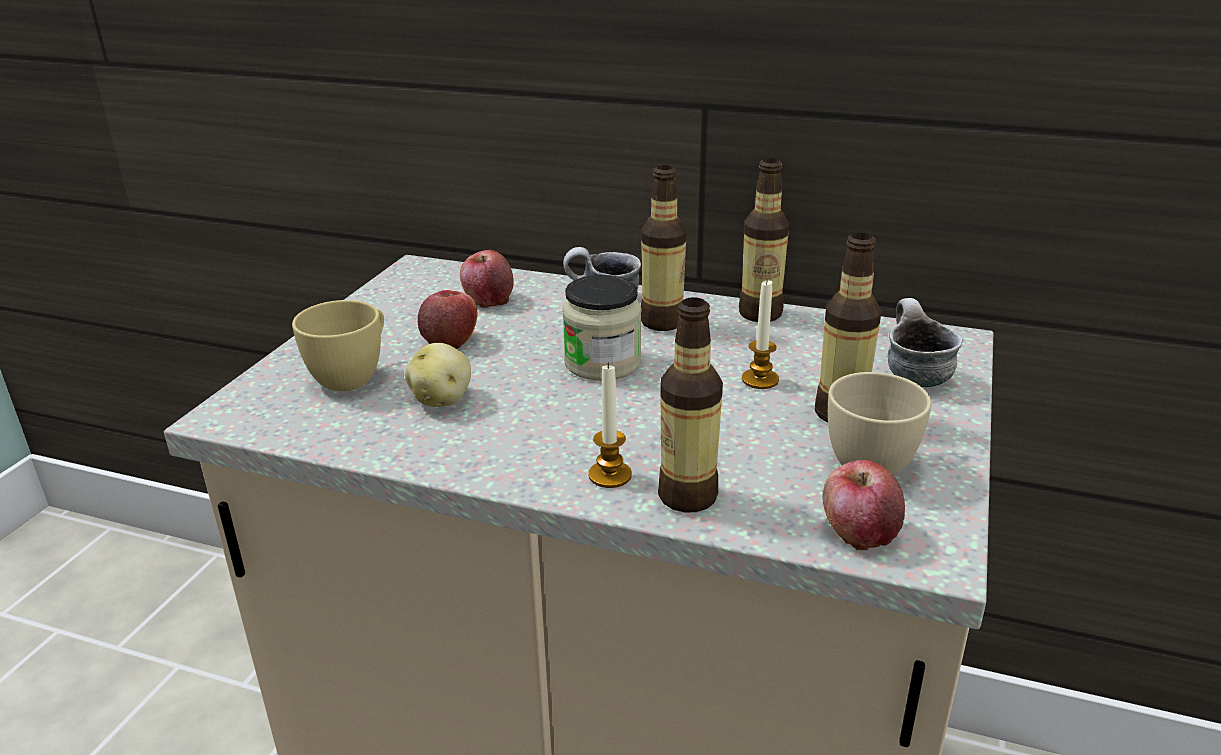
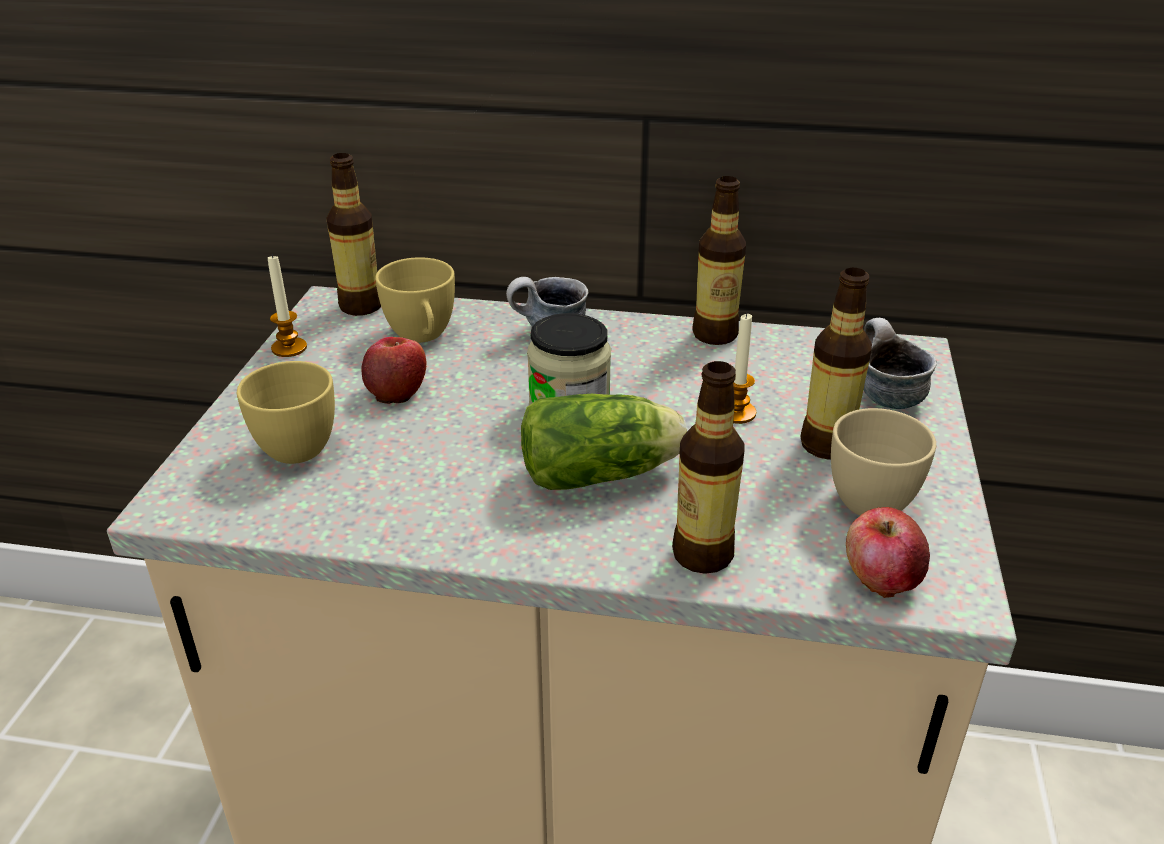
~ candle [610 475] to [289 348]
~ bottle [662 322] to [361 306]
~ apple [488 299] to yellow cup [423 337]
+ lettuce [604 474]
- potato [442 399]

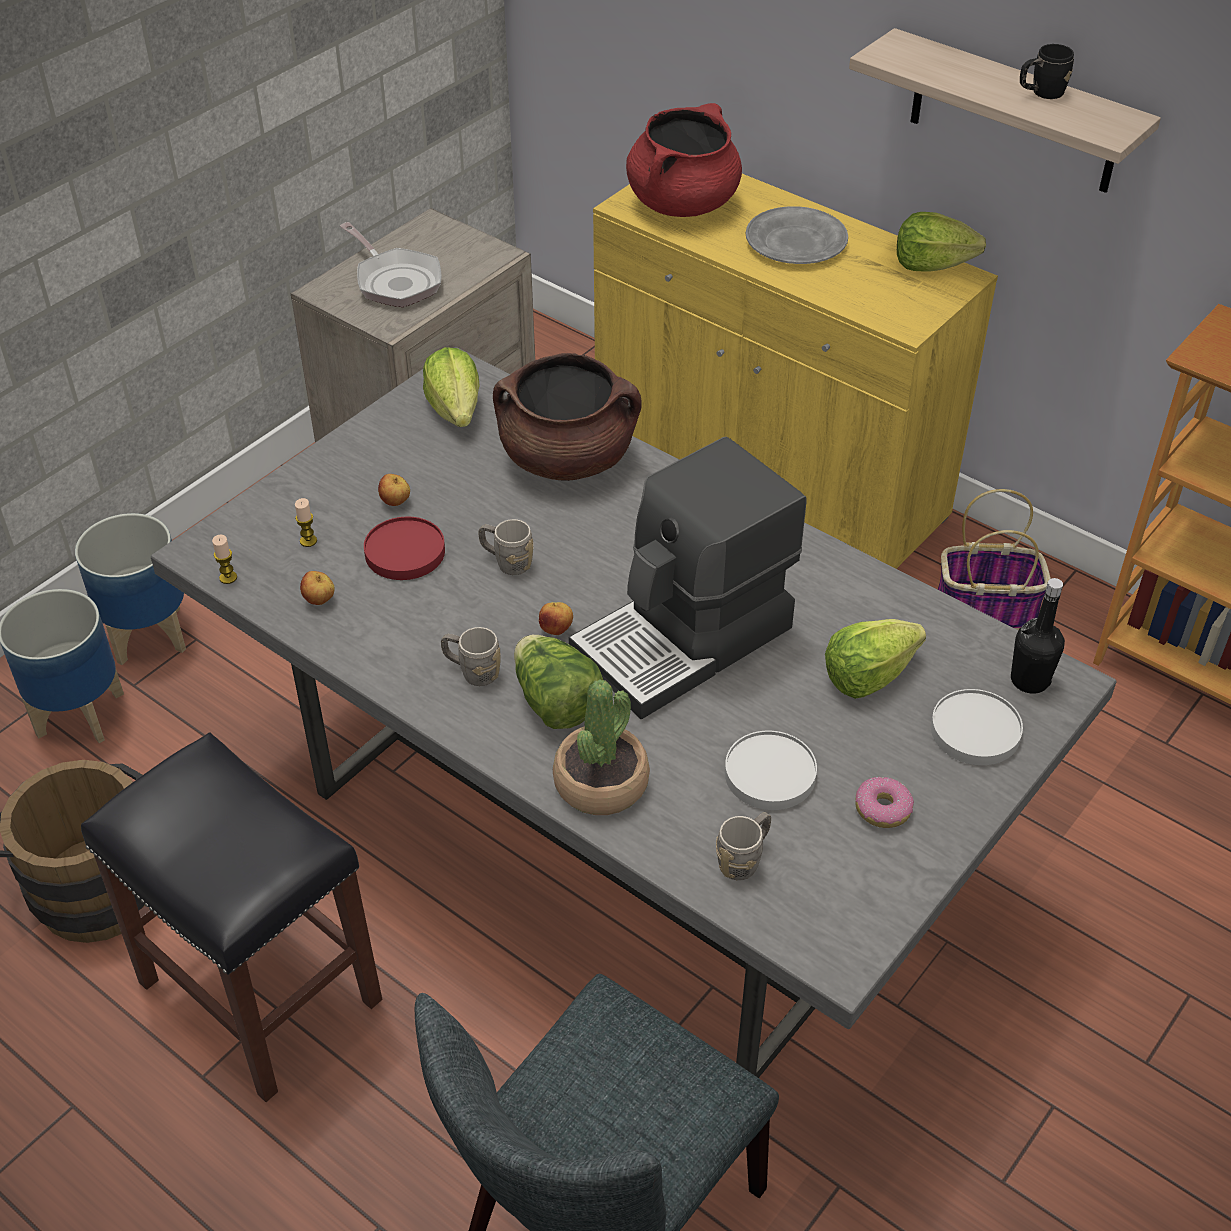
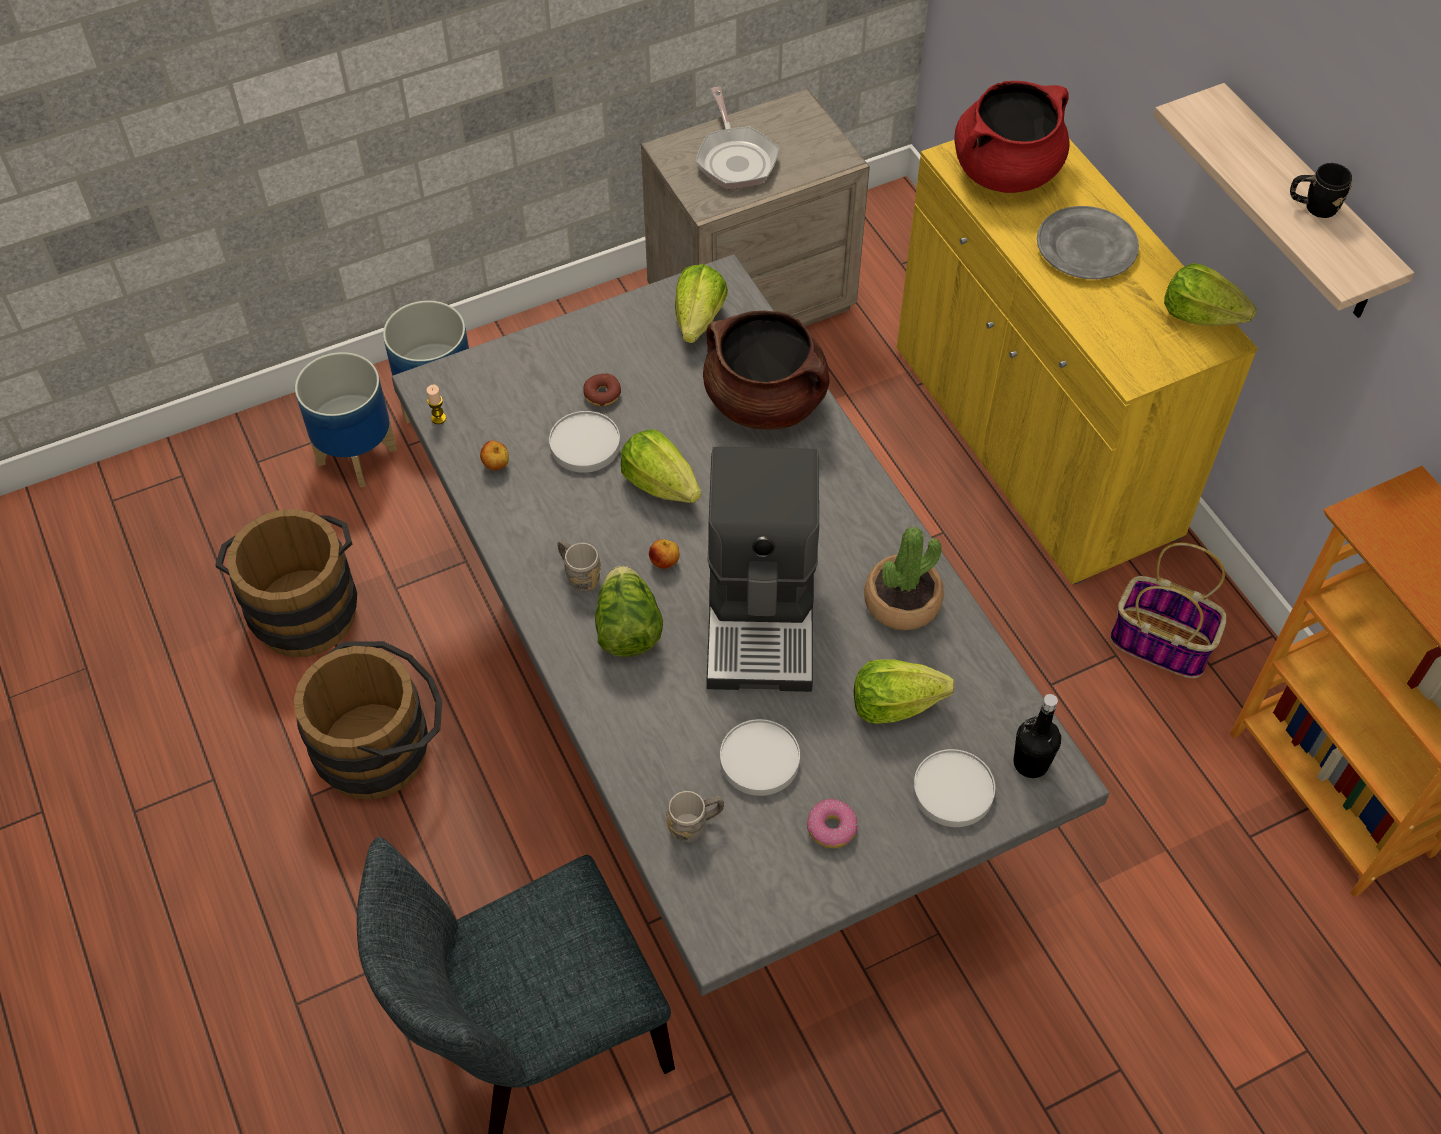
~ black stool [263 992] to brown bucket [384 747]
~ red plate [405 553] to white plate [584 445]
~ apple [395 502] to donut [602 394]
~ grey mug [507 562] to lettuce [660 484]
~ coffee machine [686 640] = [763 612] 75 degrees counterclockwise
~ potted plant [601 783] to [902 602]
- candle [308 541]

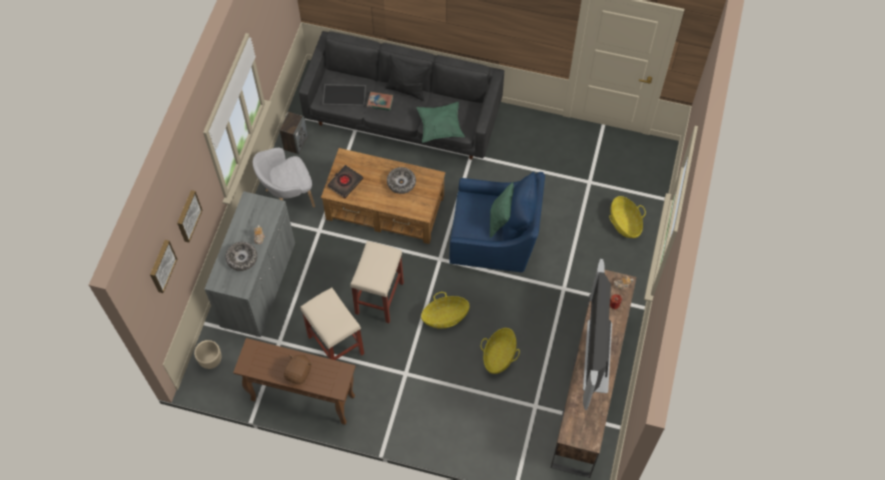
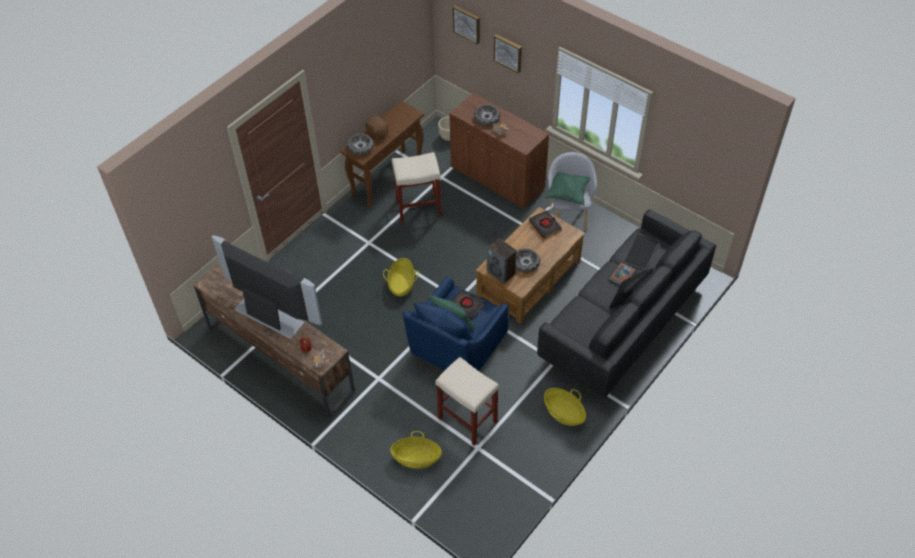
+ bowl [360 147]
~ beige stool [379 297] to [468 420]
~ grey cabinet [258 285] to brown cabinet [497 178]
+ black book [466 305]
~ speaker [295 143] to [501 272]
~ basket [499 355] to [564 413]
~ green pillow [440 127] to [567 193]

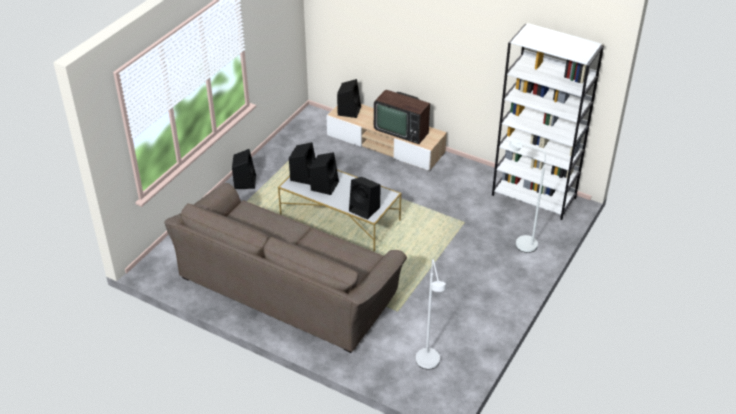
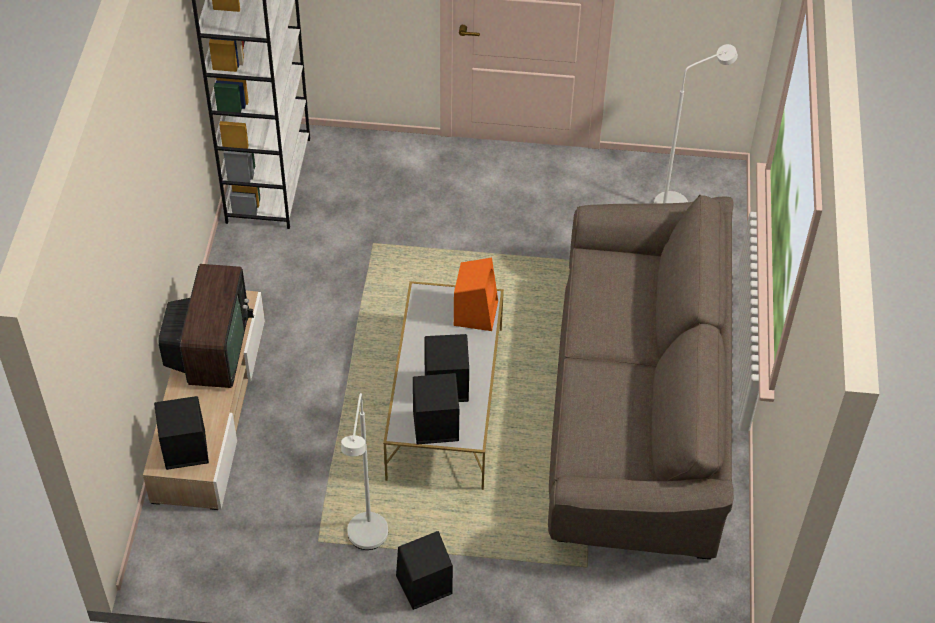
~ white floor lamp [520 243] to [366 543]
~ black speaker [365 209] to orange speaker [475 312]

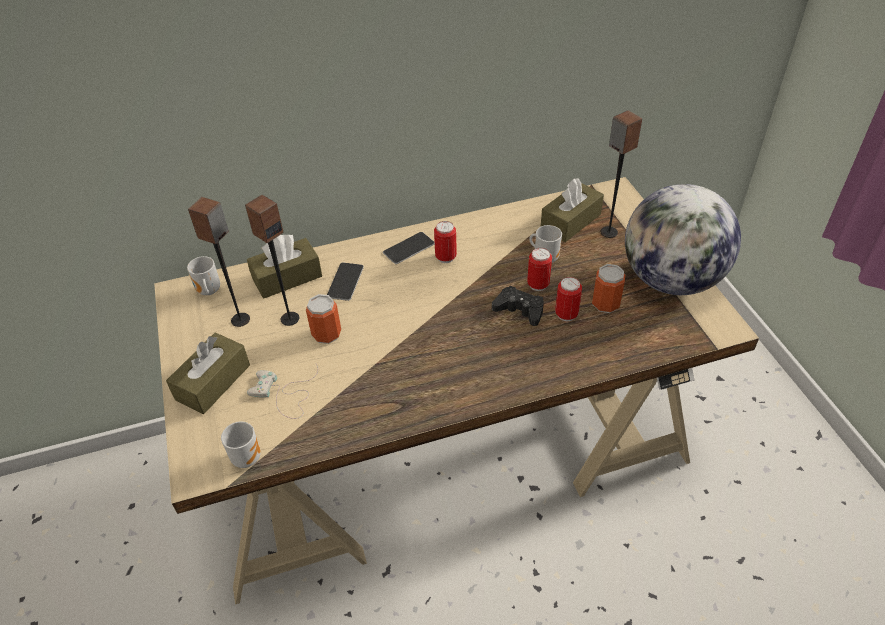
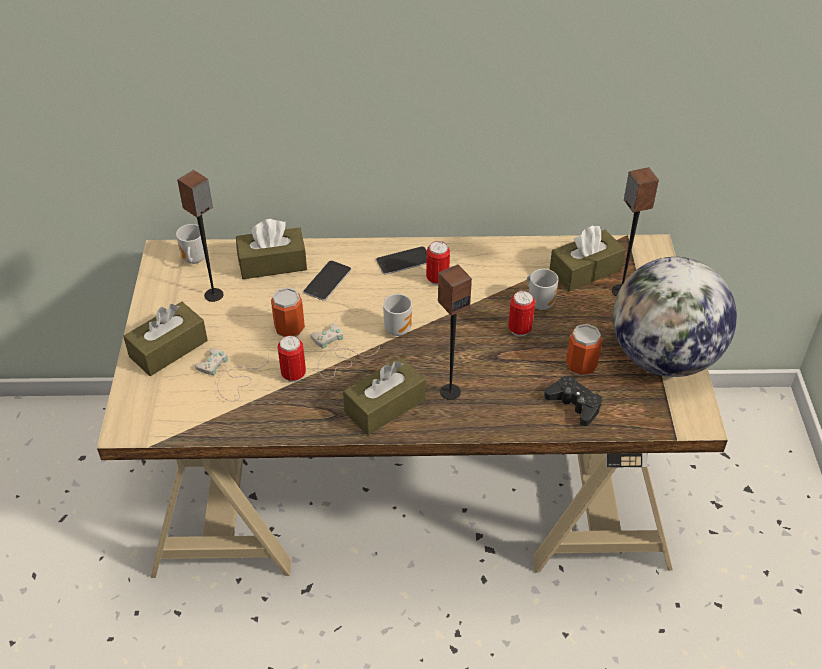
~ can [566 314] to [293 375]
+ white game controller [336 354]
+ brown tissue box [385 406]
~ mug [247 456] to [398 328]
~ speaker [289 318] to [450 391]
~ black game controller [519 310] to [574 404]

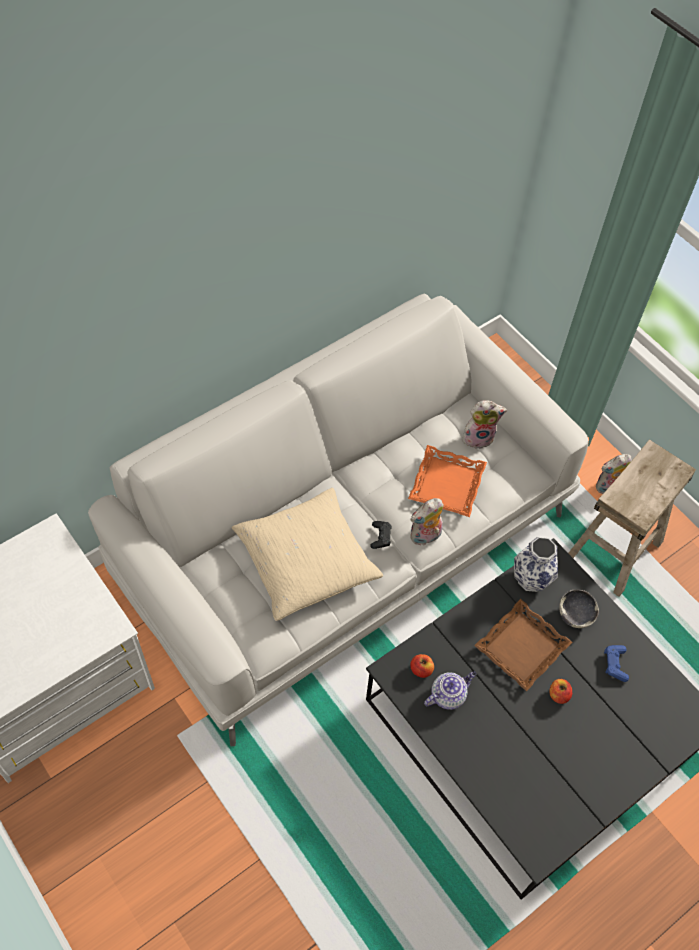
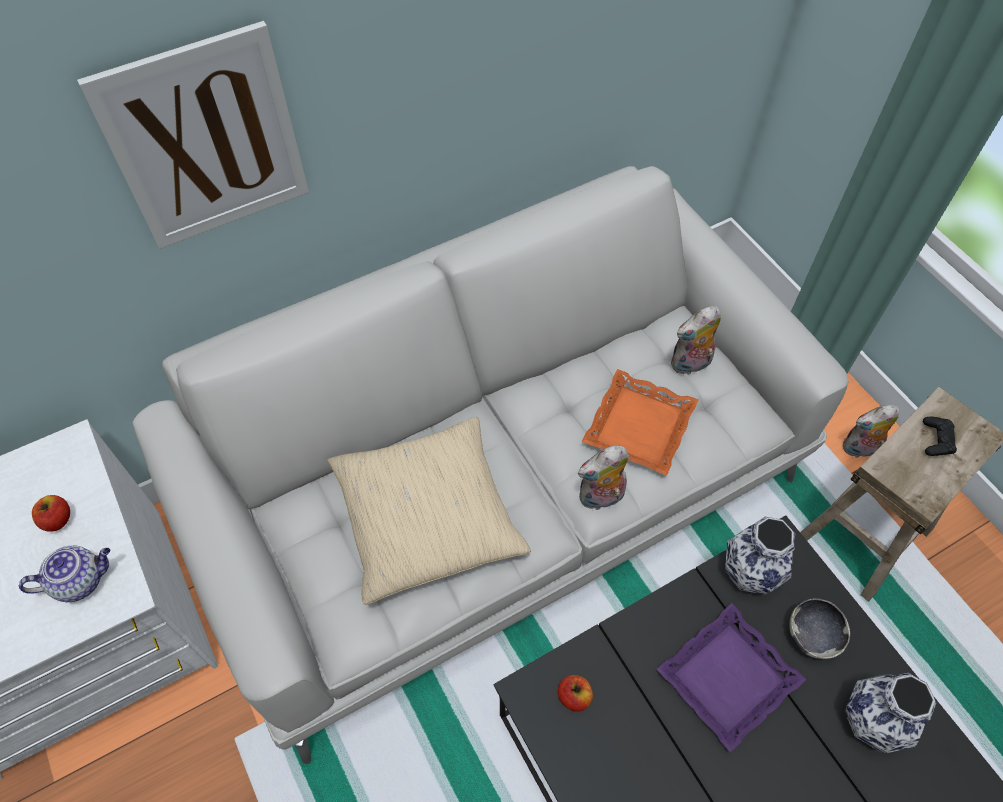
~ teapot [448 695] to [80 580]
~ apple [558 695] to [57 519]
+ picture [206 141]
~ brown tray [521 647] to purple tray [727 677]
~ plush toy [479 437] = [690 365] 150 degrees clockwise
~ blue game controller [615 664] to vase [869 721]
~ black game controller [380 537] to [936 440]

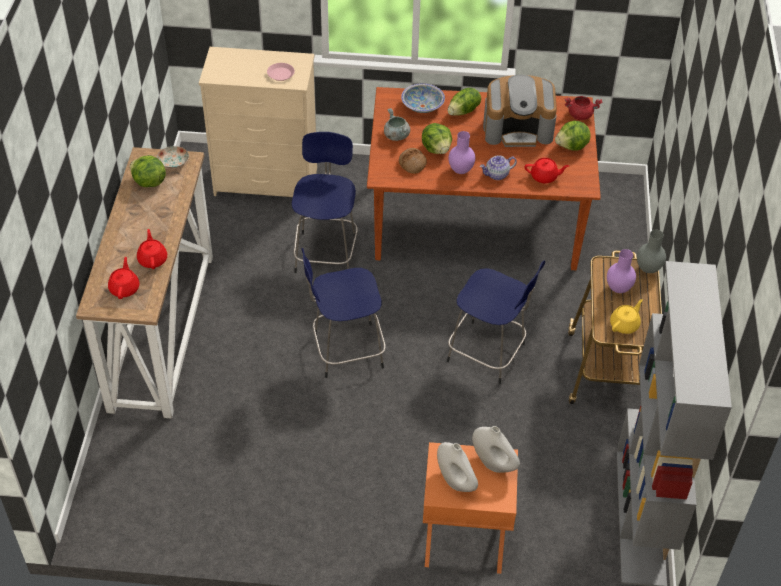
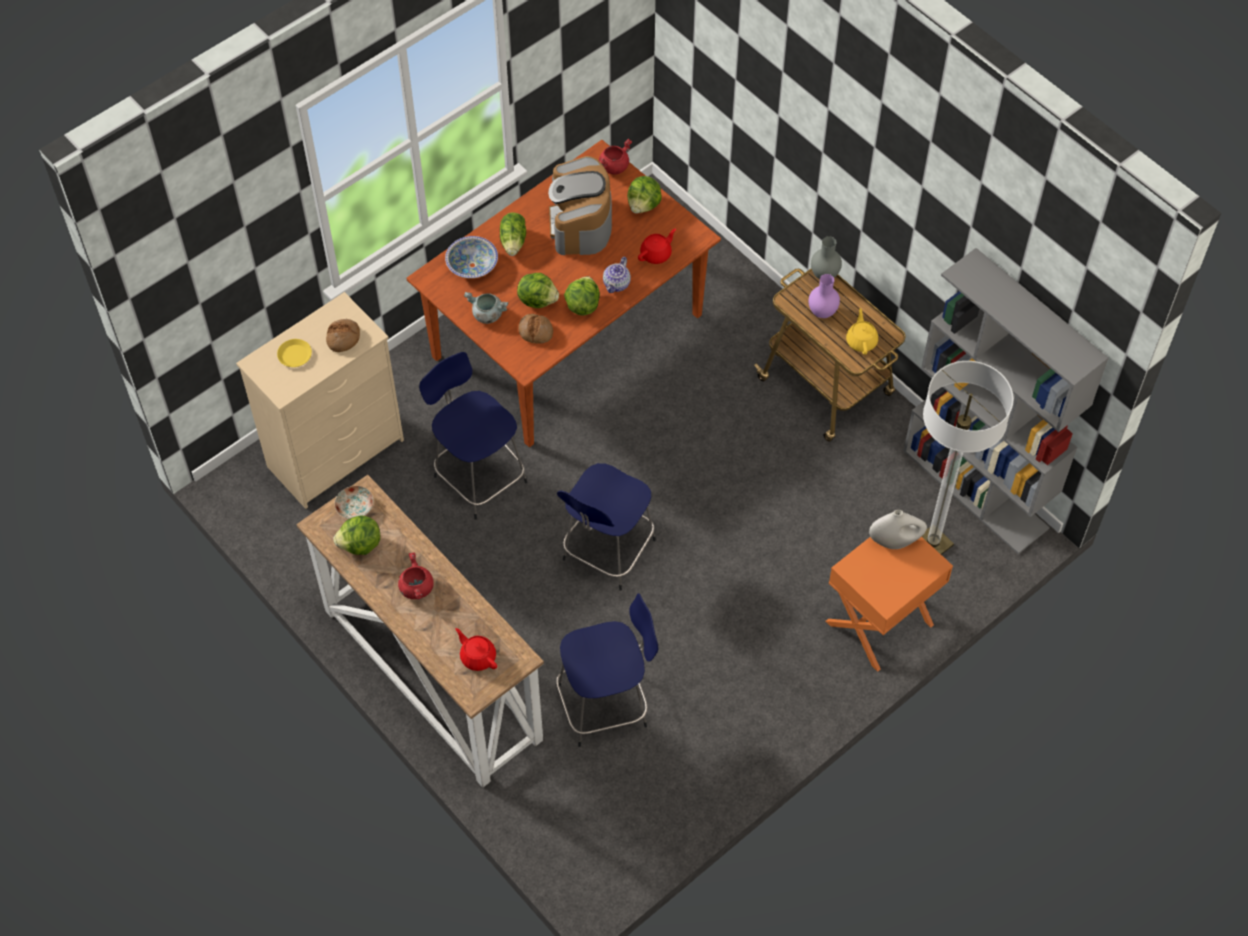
+ yellow plate [295 355]
~ pink plate [281 74] to bread [343 338]
+ red cooking pot [416 587]
~ coffee machine [518 129] = [580 223] 135 degrees clockwise
~ blue stool [488 354] to [606 704]
~ purple vase [460 170] to lettuce [582 305]
+ floor lamp [932 544]
- red teapot [153 259]
- white vase [456 481]

